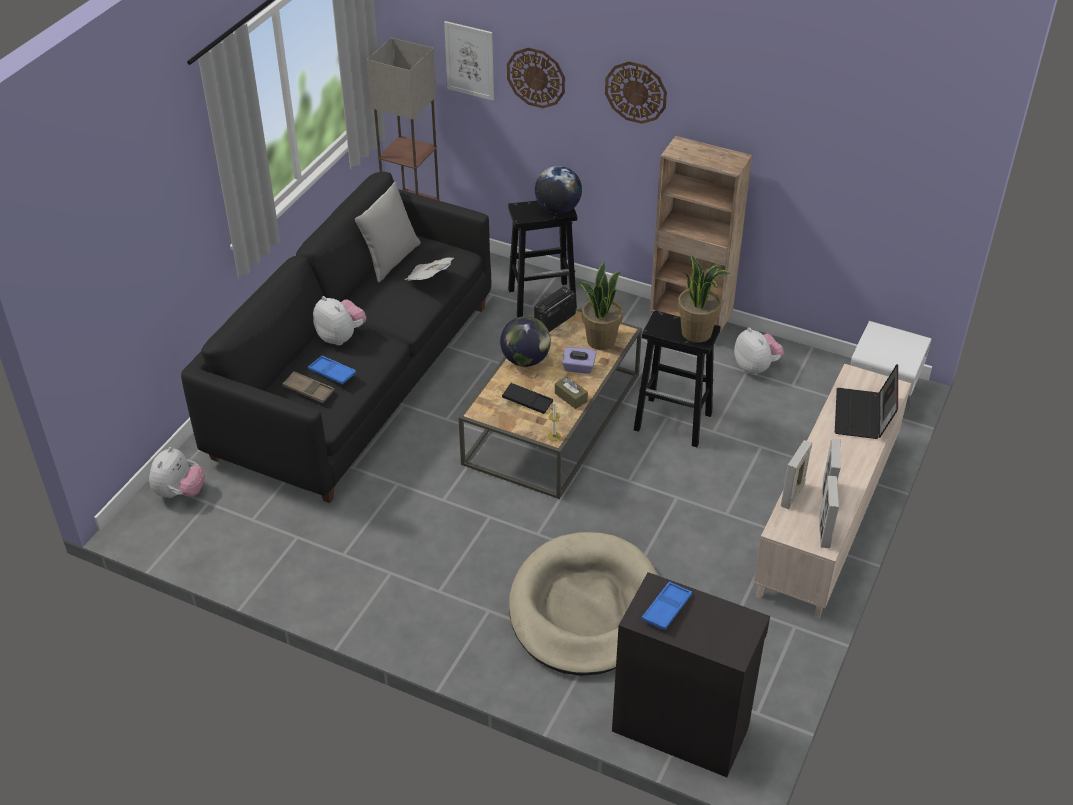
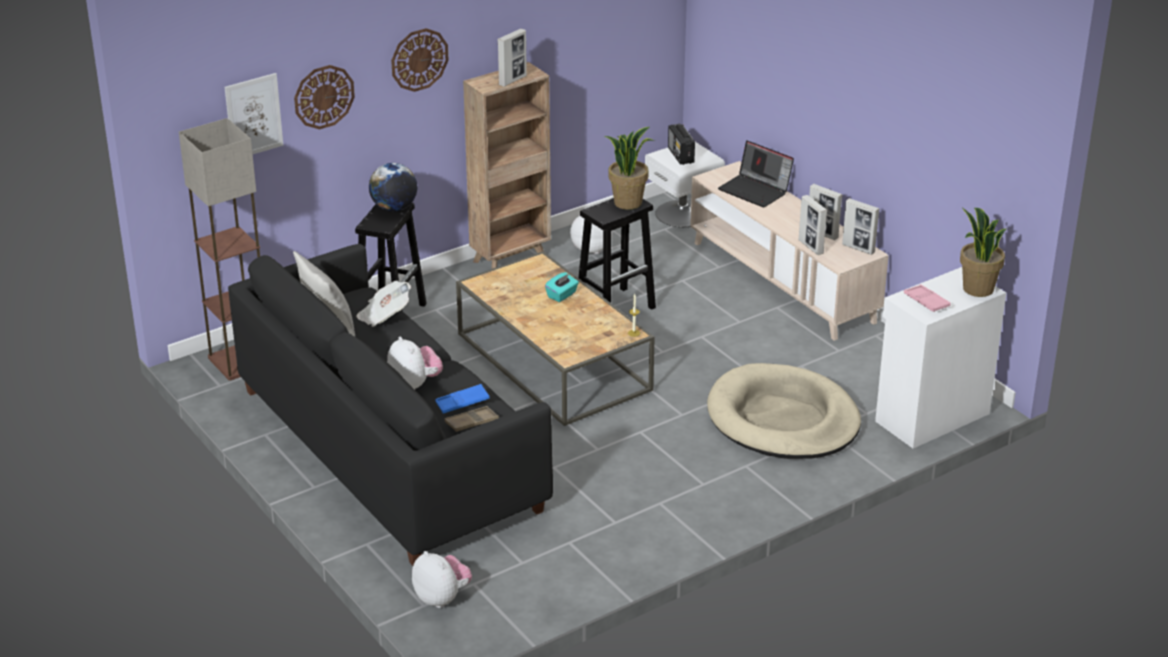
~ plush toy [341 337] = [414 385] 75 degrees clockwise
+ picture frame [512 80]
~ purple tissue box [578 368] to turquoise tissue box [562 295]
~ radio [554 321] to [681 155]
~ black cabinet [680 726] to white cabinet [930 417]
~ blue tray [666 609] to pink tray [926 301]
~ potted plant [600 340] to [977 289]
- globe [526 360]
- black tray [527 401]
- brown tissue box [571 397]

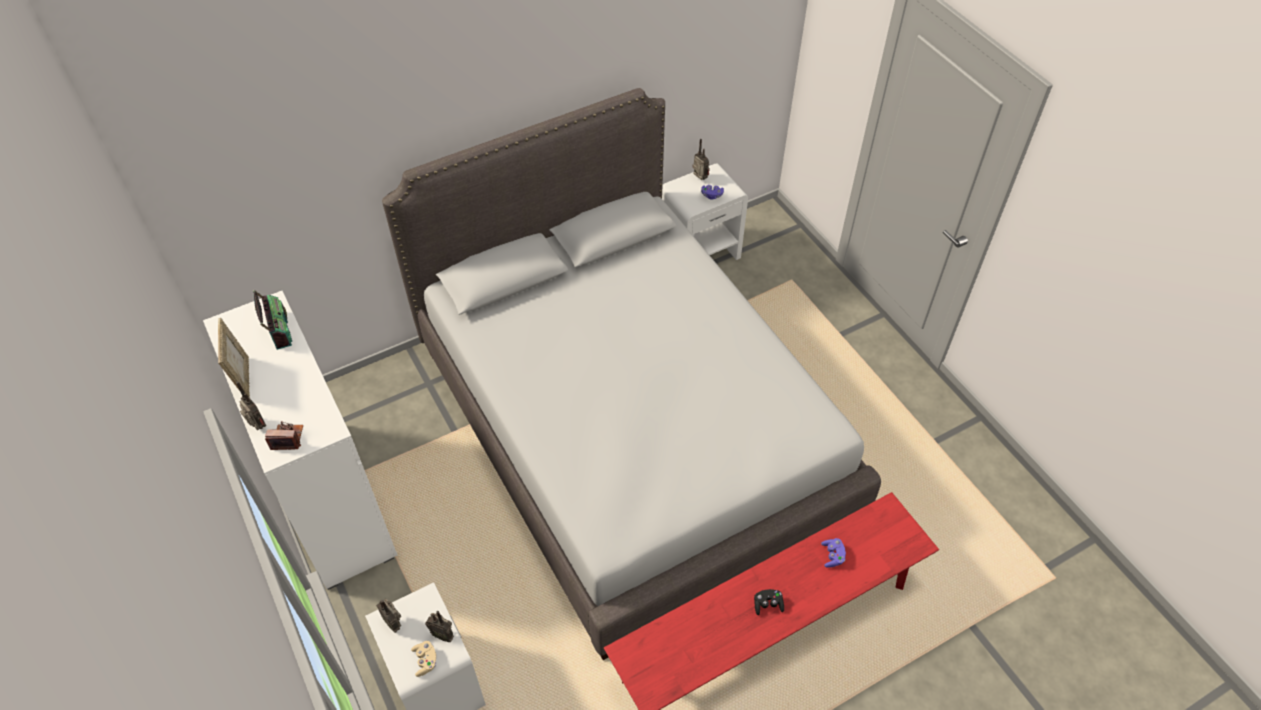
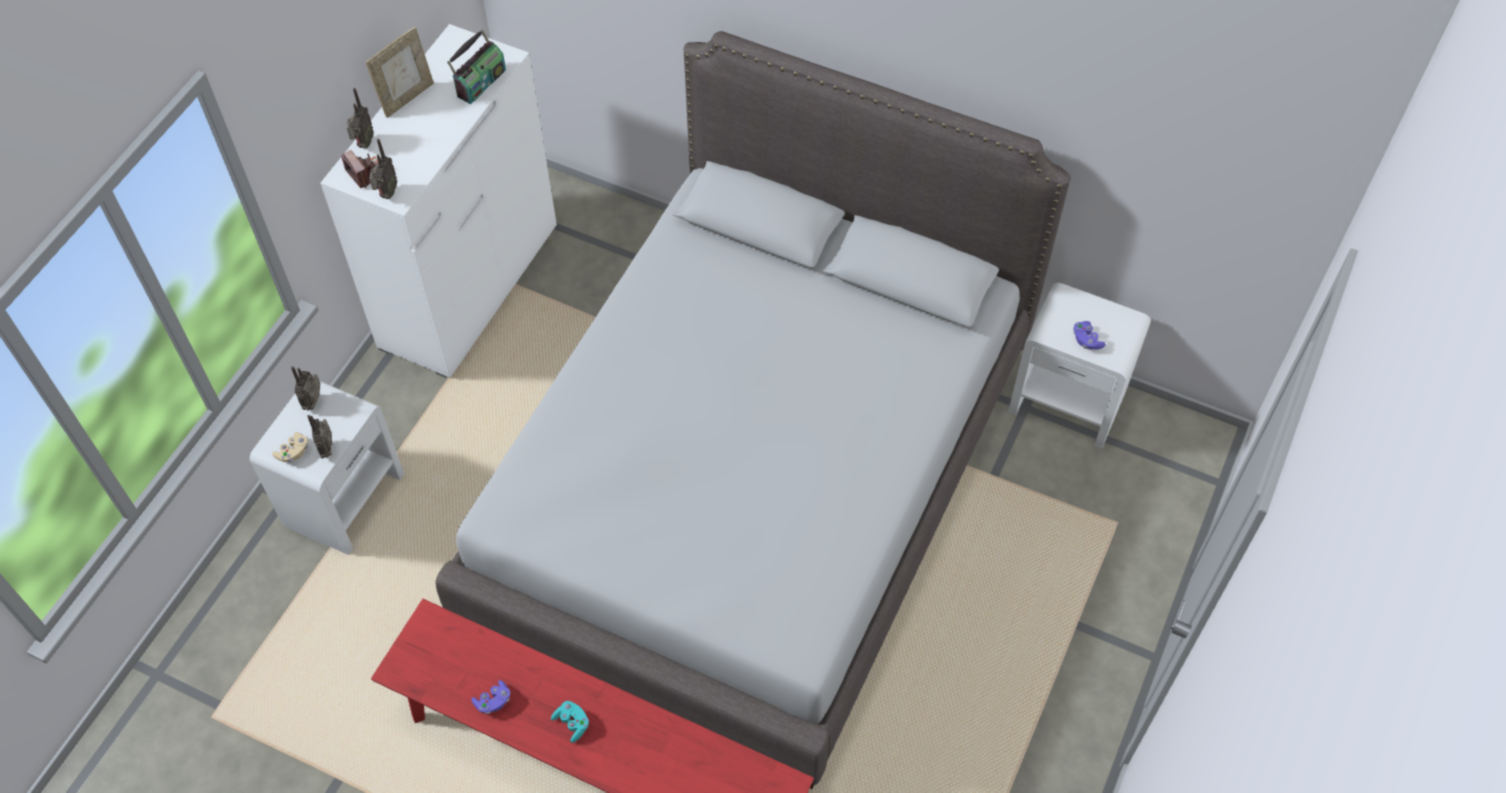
~ radio [699 179] to [386 194]
~ purple game controller [832 556] to [493 701]
~ black game controller [767 604] to turquoise game controller [572 723]

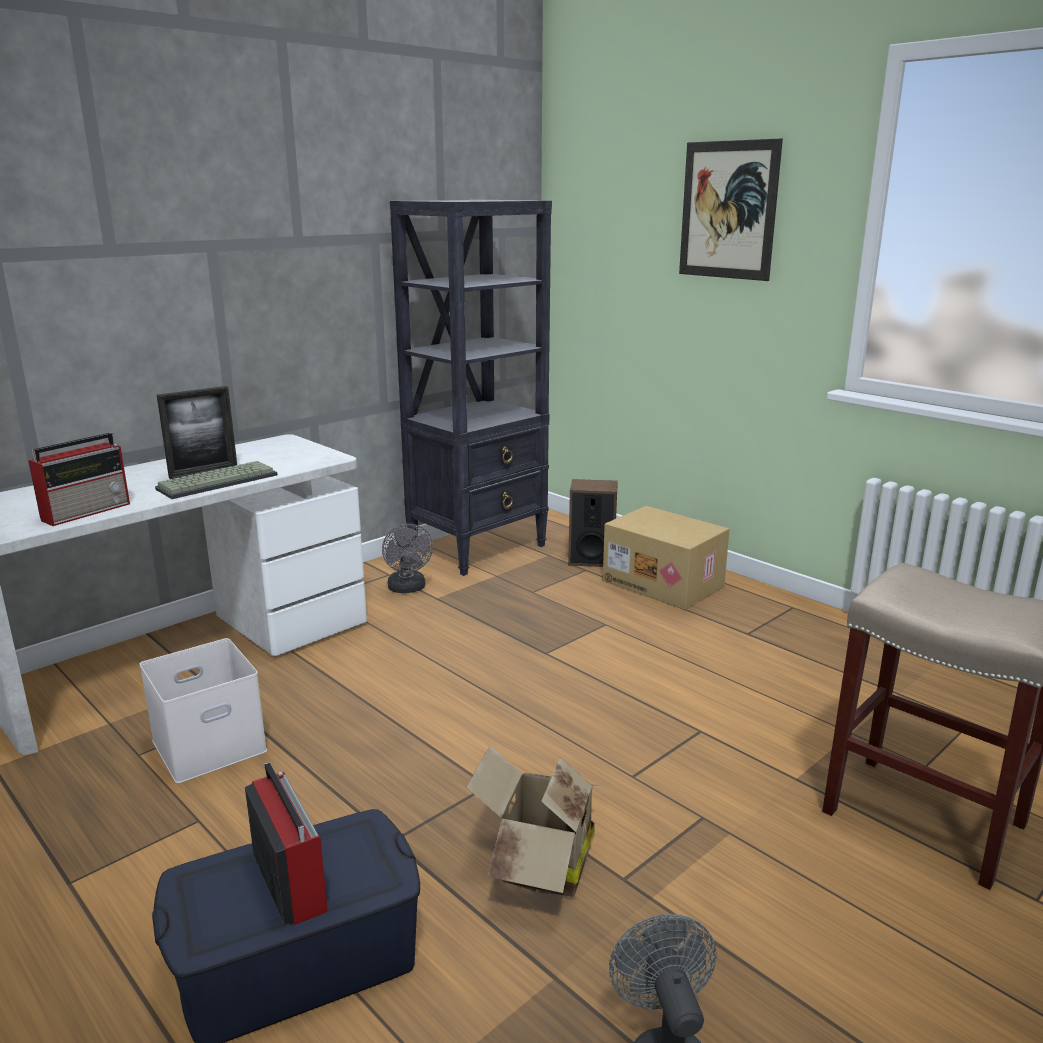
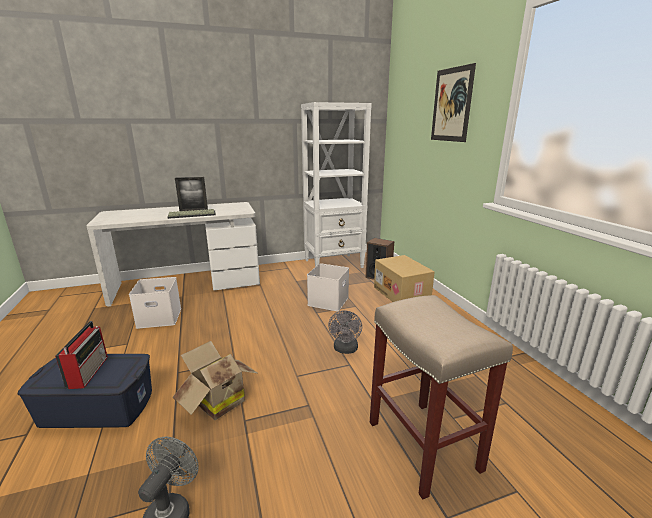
~ black bookcase [479 548] to white bookcase [334 264]
+ white storage box [328 301]
~ grey fan [408 589] to [345 349]
- radio [88 511]

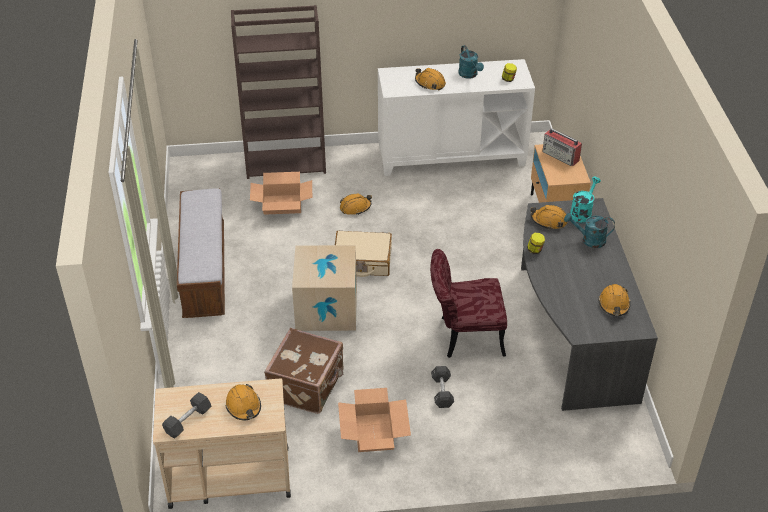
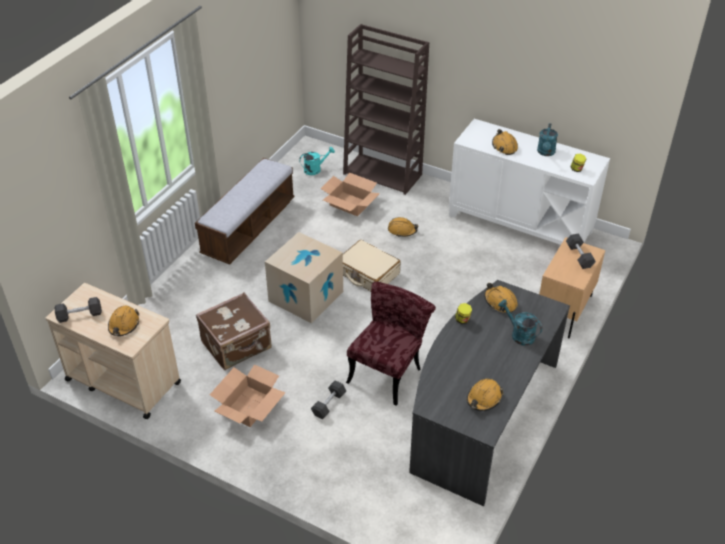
~ turquoise watering can [582 212] to [315 169]
~ red chair [464 336] = [388 370] 90 degrees clockwise
~ radio [561 156] to black dumbbell [579 256]

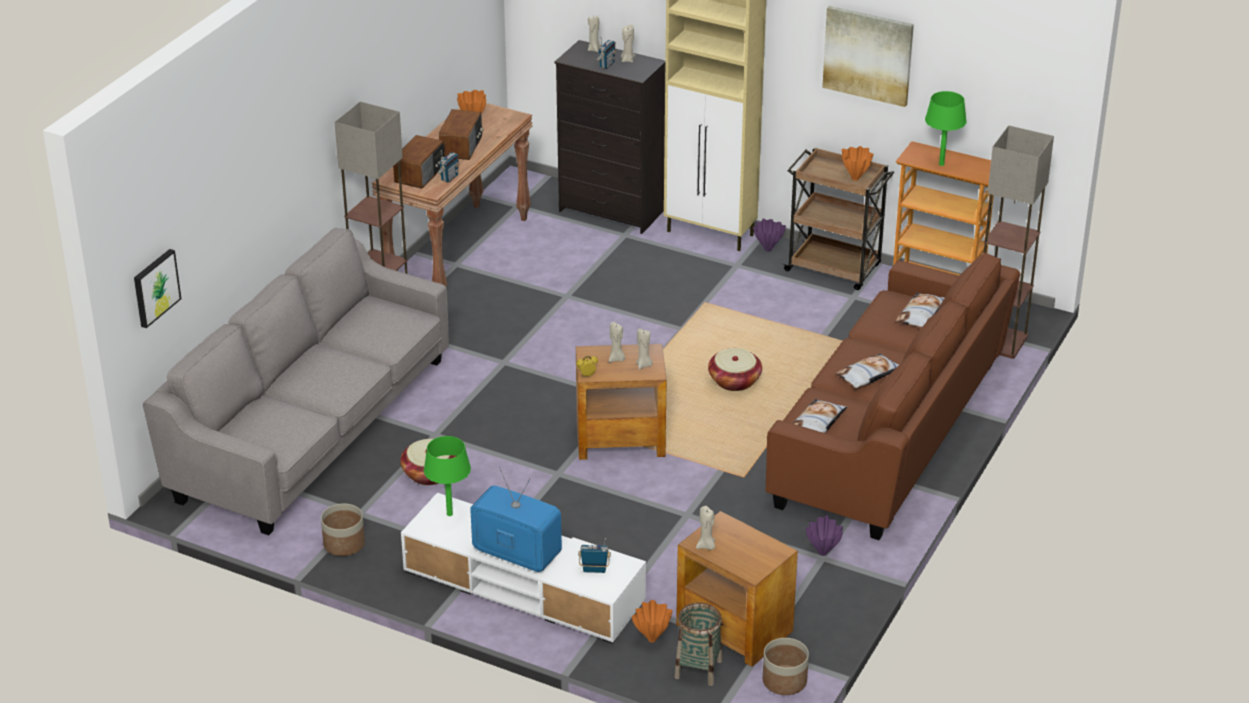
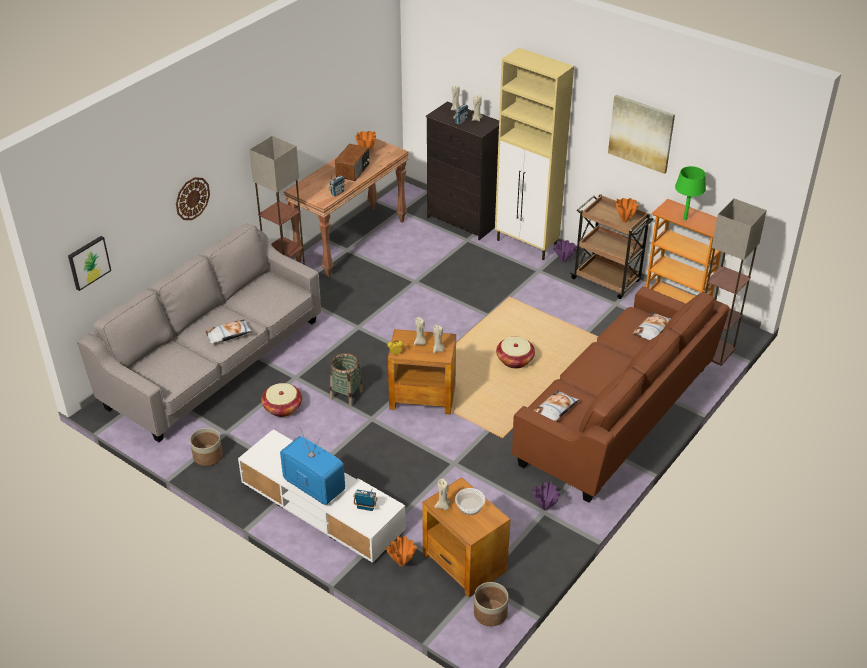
+ wall clock [192 198]
~ pillow [868 375] to [228 334]
~ basket [698 669] to [346 394]
+ bowl [470 506]
- radio [421 174]
- green table lamp [449 514]

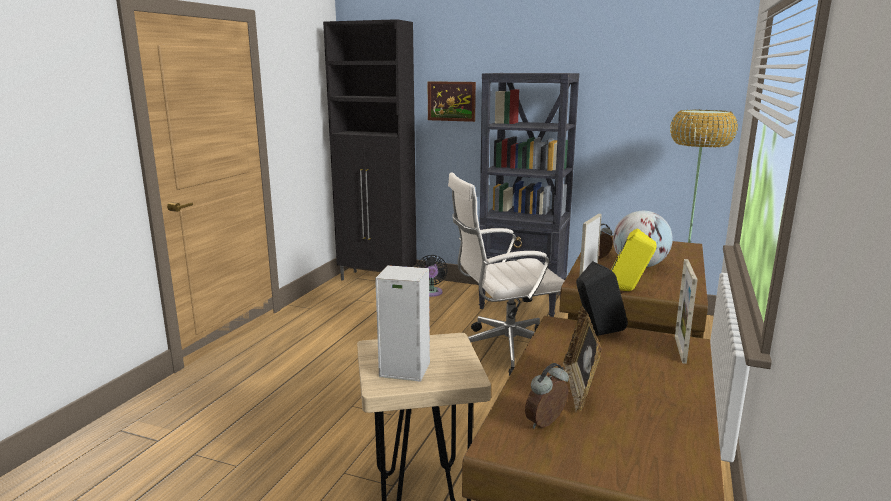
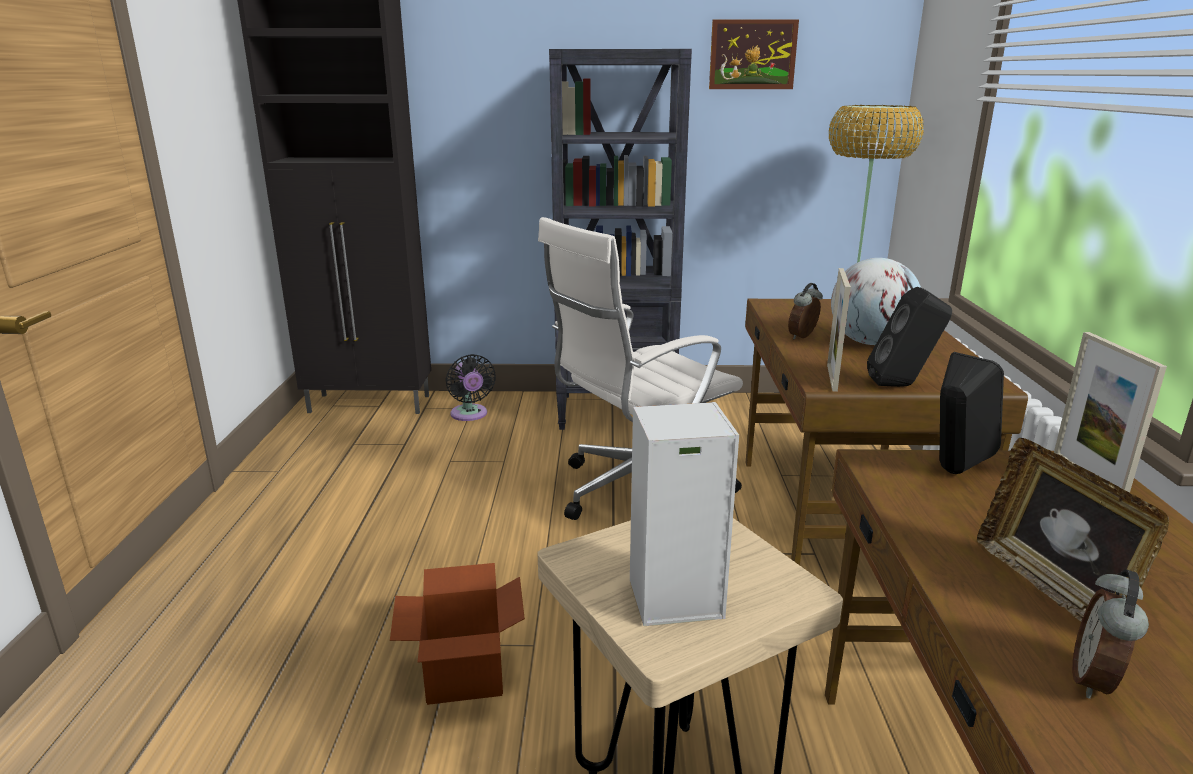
+ cardboard box [465 674]
~ picture [451 101] to [752 54]
~ yellow speaker [627 291] to black speaker [902 386]

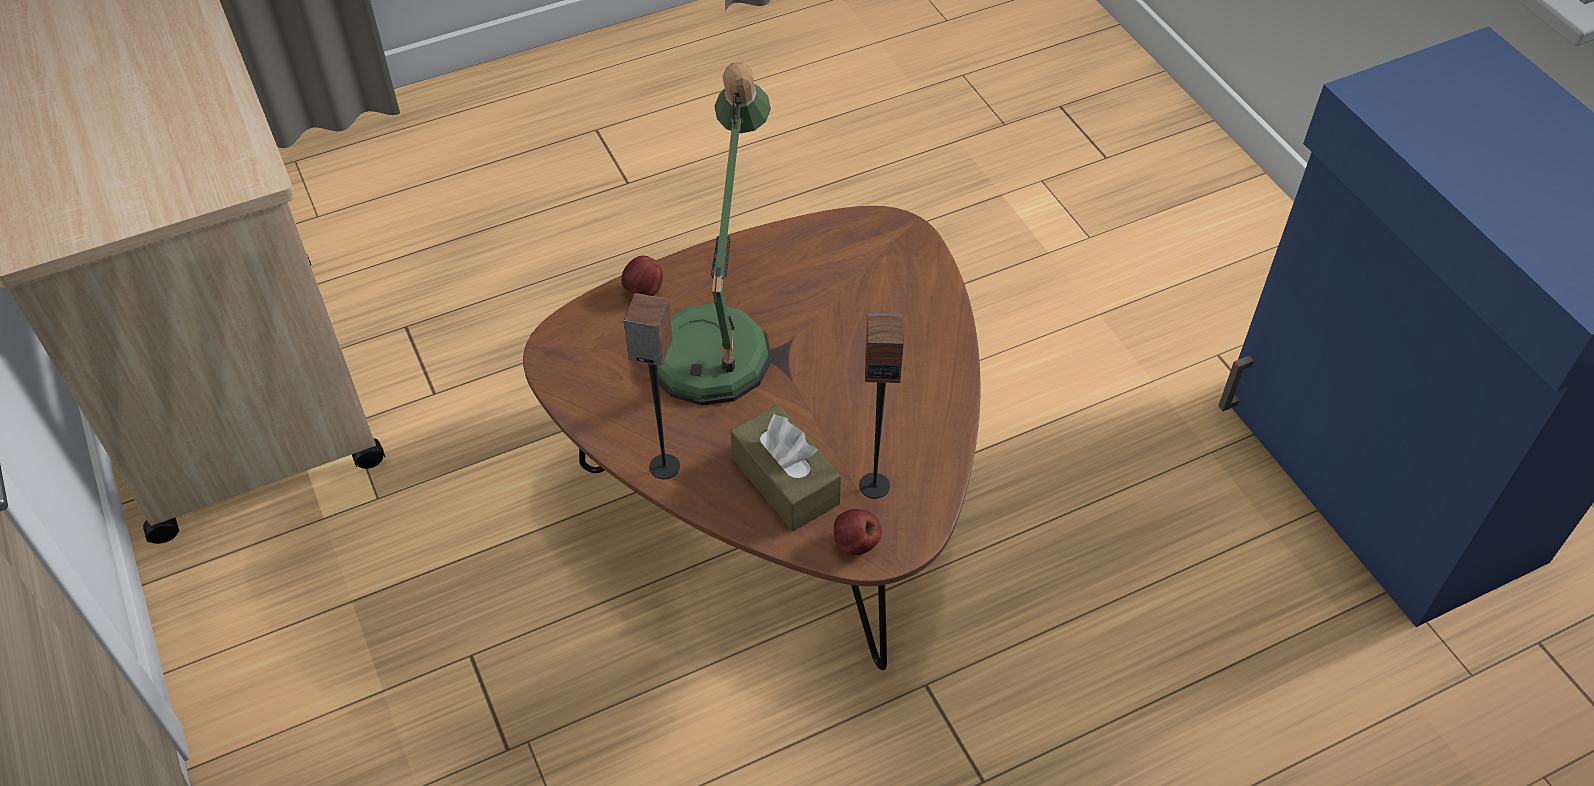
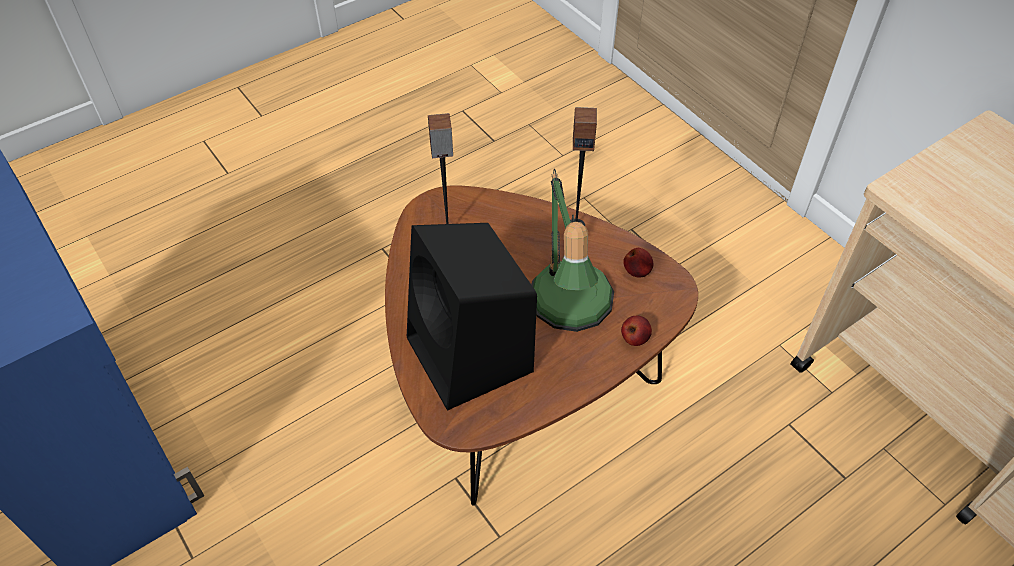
+ black speaker [472 357]
~ apple [855 544] to [637 271]
- brown tissue box [785 481]

